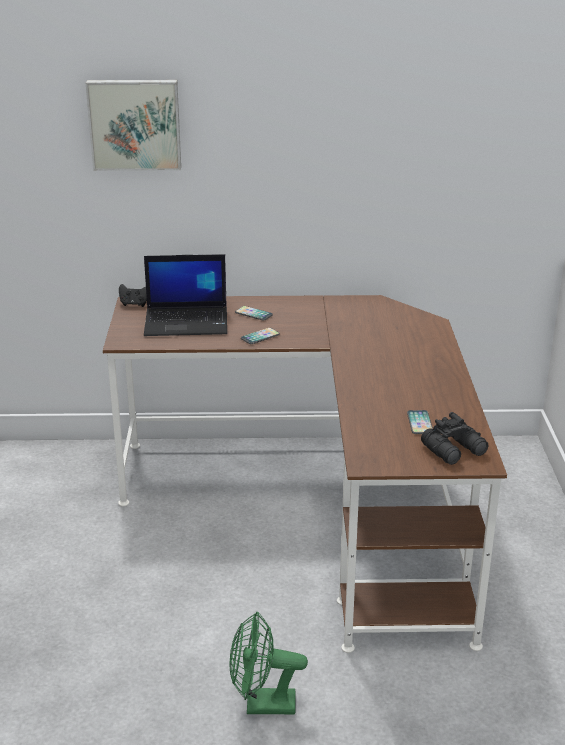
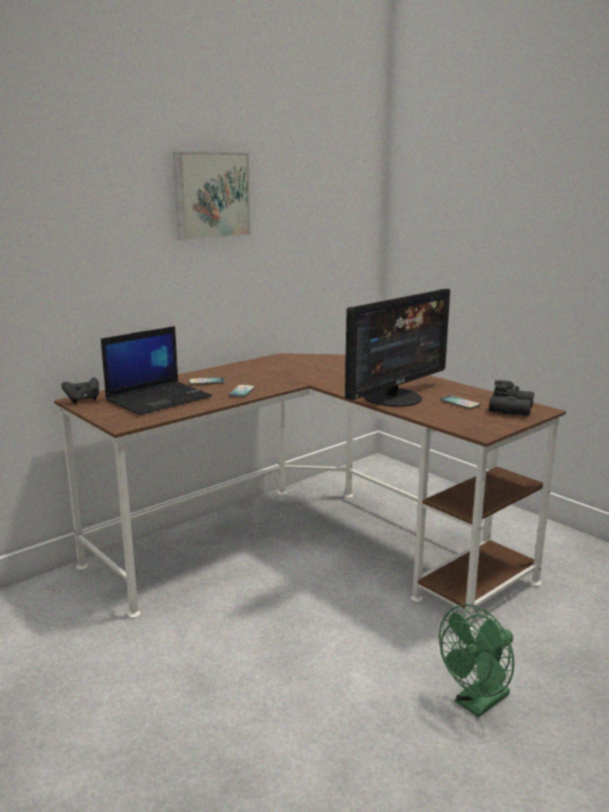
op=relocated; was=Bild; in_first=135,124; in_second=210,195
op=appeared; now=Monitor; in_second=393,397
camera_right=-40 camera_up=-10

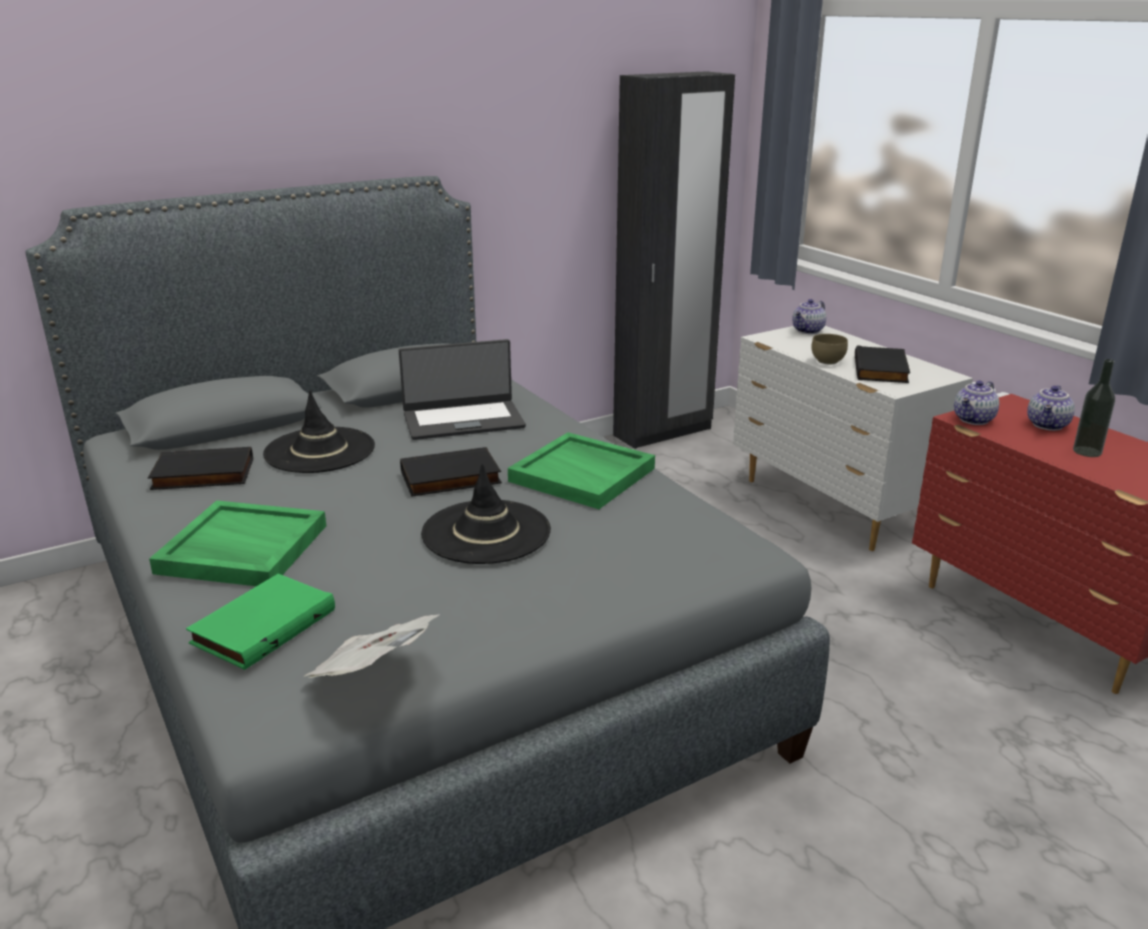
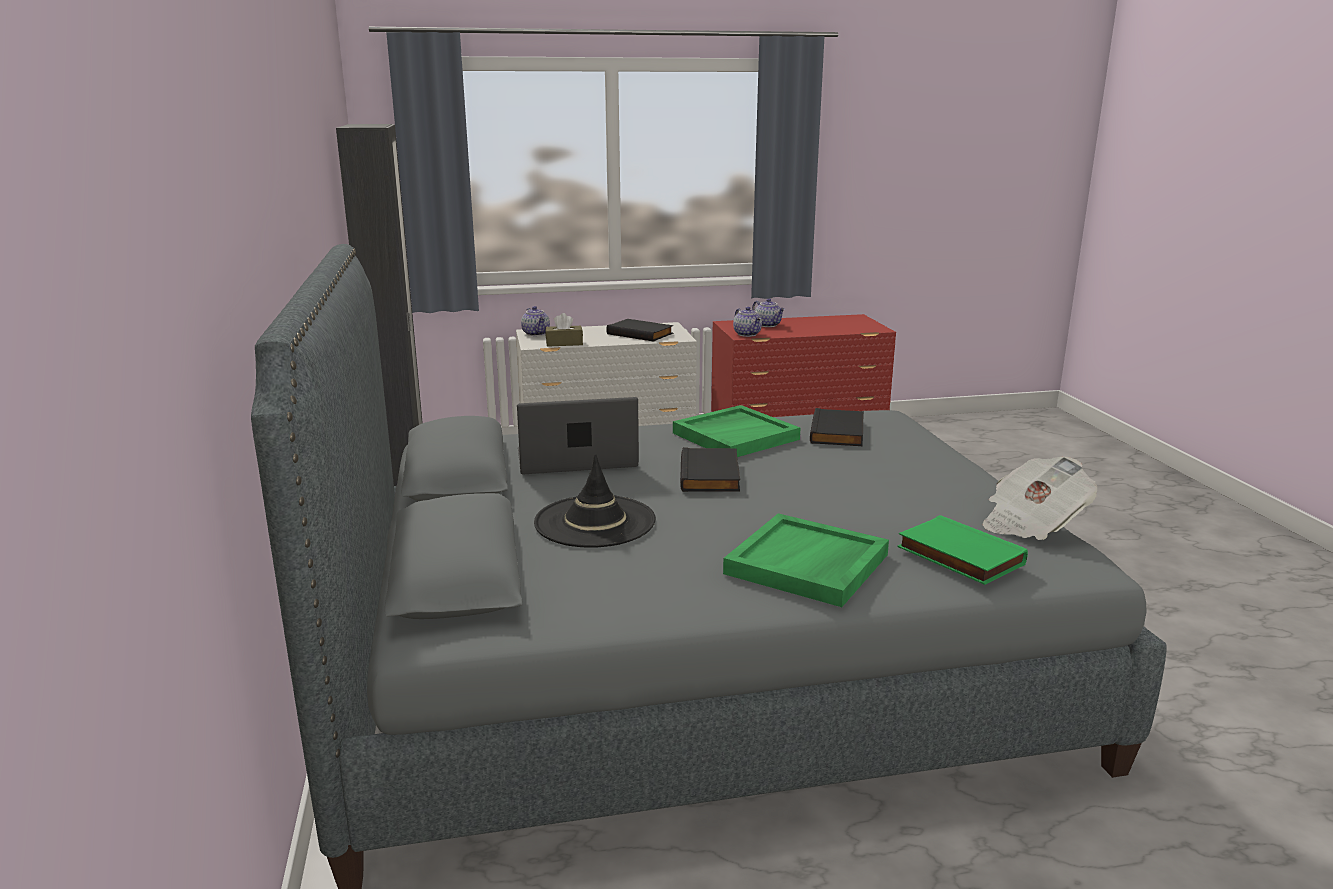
op=relocated; was=Buch [schwarz]; in_first=202,475; in_second=839,432
op=spun; was=Laptop; in_first=463,420; in_second=577,460; clockwise=-105
op=missing; was=Hut [schwarz]; in_first=486,532
op=missing; was=Schüssel [braun]; in_first=829,361
op=missing; was=Flasche; in_first=1087,451
op=appeared; now=Taschentuchbox [braun]; in_second=564,343
camera_right=-70 camera_up=-5

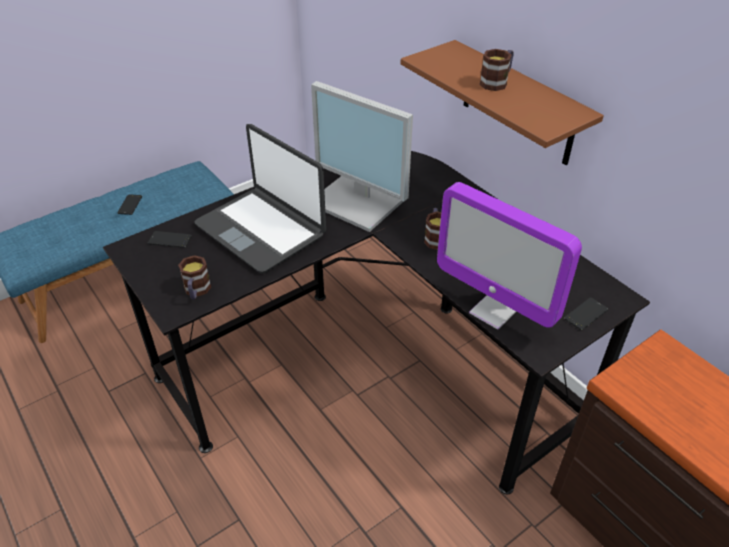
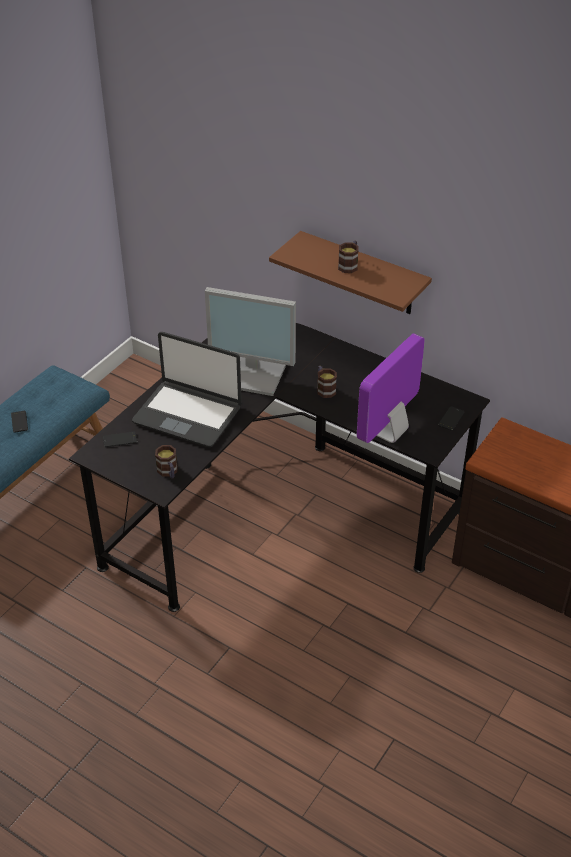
op=spun; was=Monitor; in_first=494,311; in_second=389,432; clockwise=105
camera_right=-20 camera_up=0

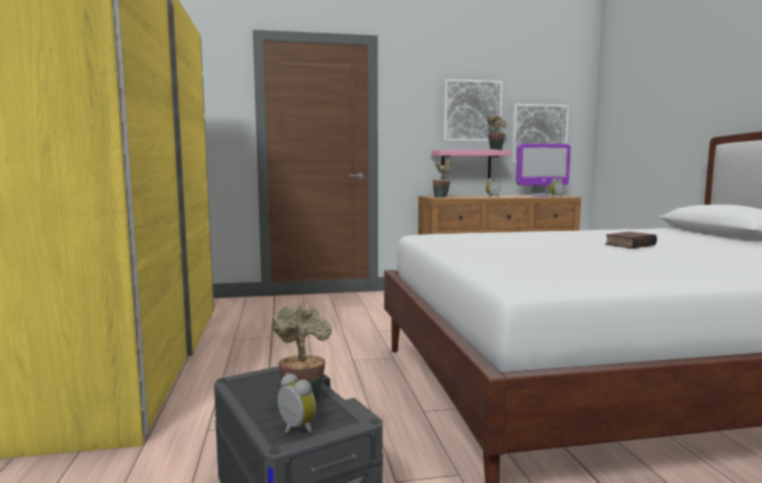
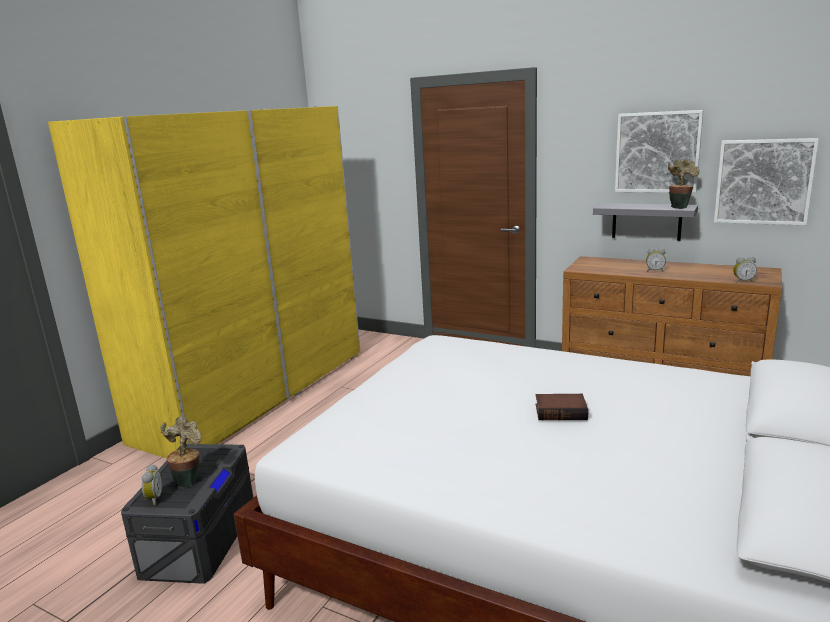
op=colour; was=Wandregal [rosa]; now=Wandregal [grau]; in_first=466,165; in_second=646,221
op=missing; was=Topfpflanze; in_first=442,197
op=missing; was=Monitor; in_first=541,196
camera_right=40 camera_up=10

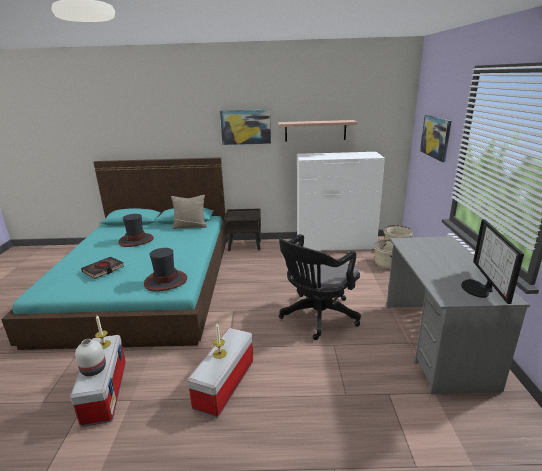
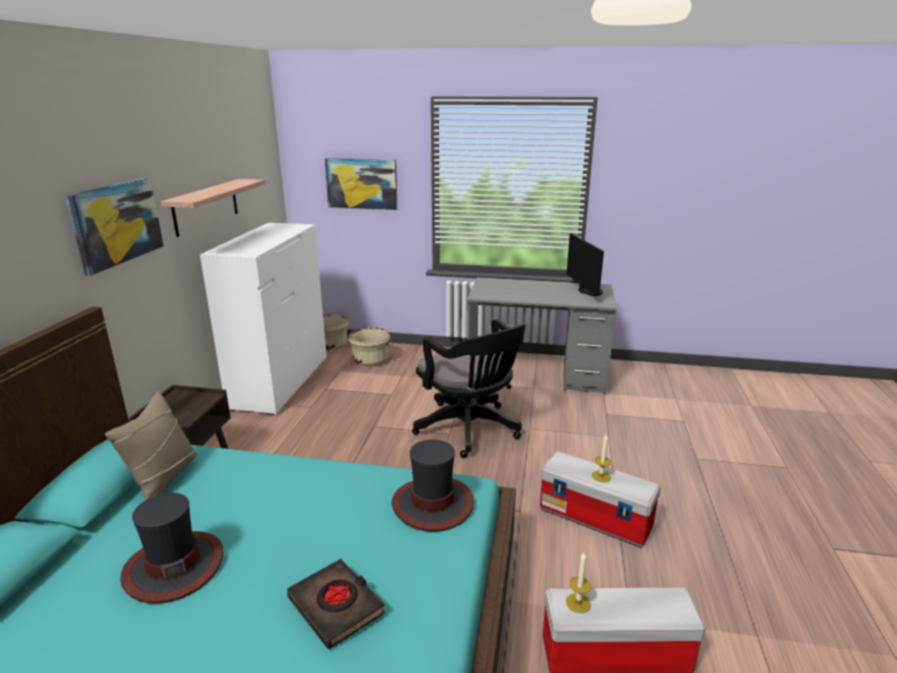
op=missing; was=Vase [weiß]; in_first=93,370
op=spun; was=Monitor; in_first=479,289; in_second=587,291; clockwise=-120
camera_right=-80 camera_up=0

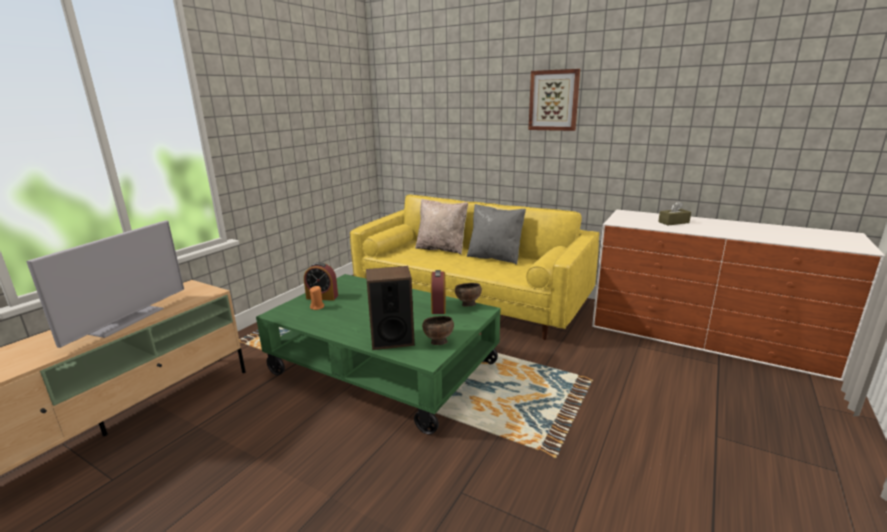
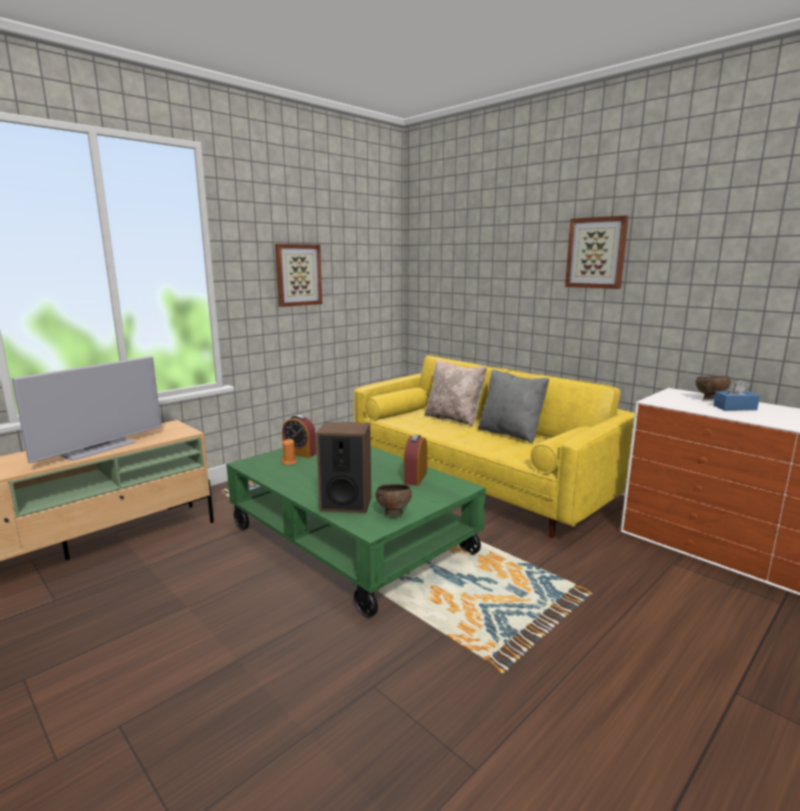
op=relocated; was=Schüssel [braun]; in_first=467,305; in_second=709,400
op=colour; was=Taschentuchbox [braun]; now=Taschentuchbox [blau]; in_first=673,222; in_second=734,407
op=appeared; now=Bild; in_second=298,275
camera_right=15 camera_up=-5

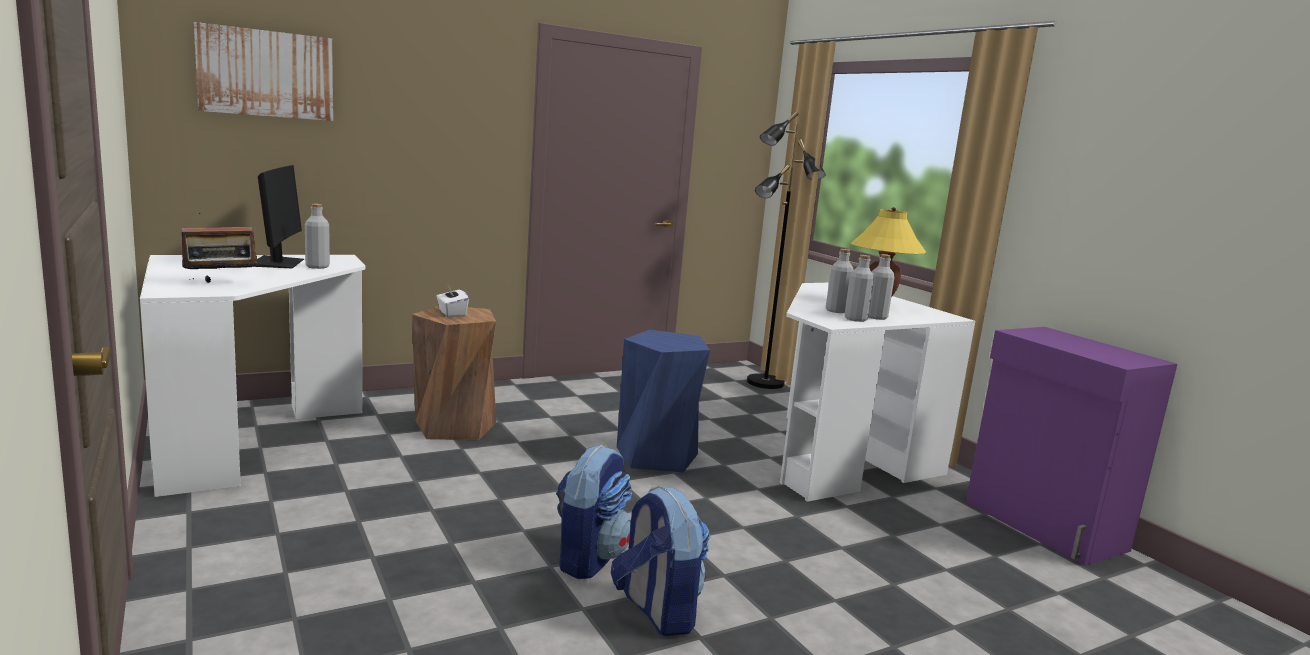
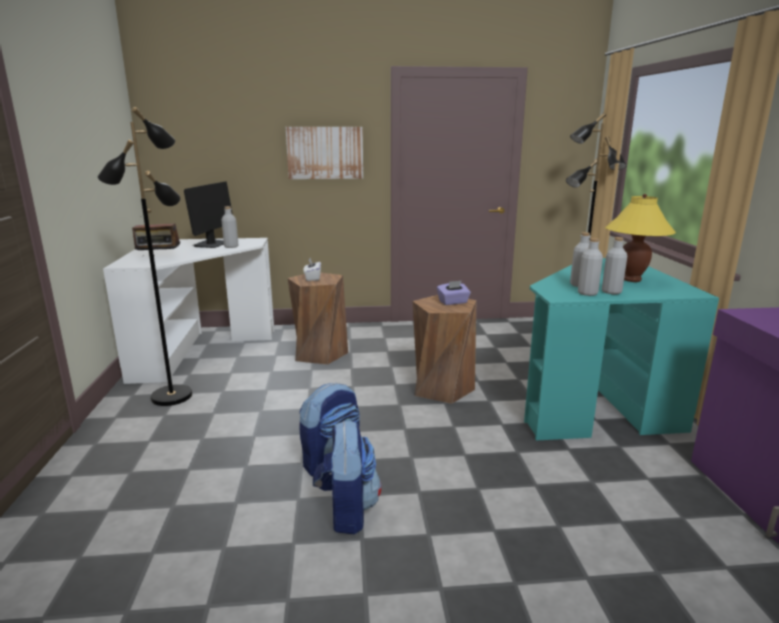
op=relocated; was=Bild; in_first=266,73; in_second=325,153
op=colour; was=Hocker [blau]; now=Hocker [braun]; in_first=657,456; in_second=442,388
op=colour; was=Schreibtisch [weiß]; now=Schreibtisch [türkis]; in_first=837,454; in_second=595,402
op=appeared; now=Stehlampe [schwarz]; in_second=172,396
op=appeared; now=Taschentuchbox [lila]; in_second=453,302
camera_right=25 camera_up=5

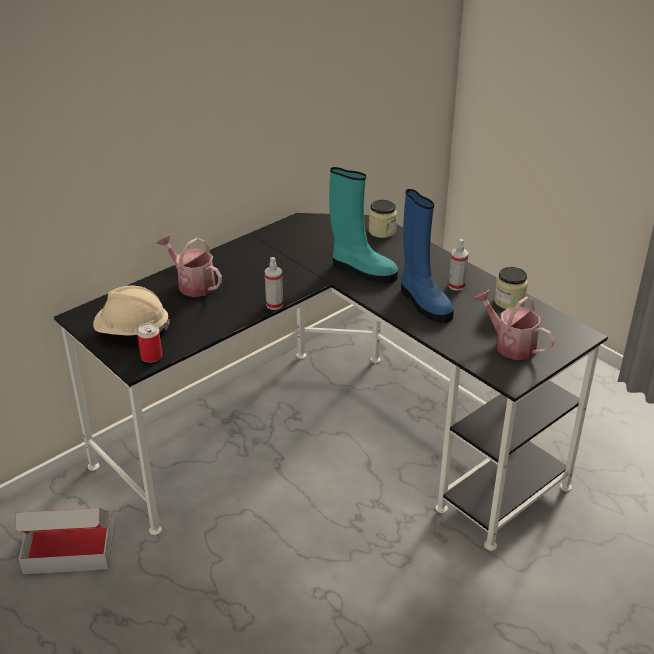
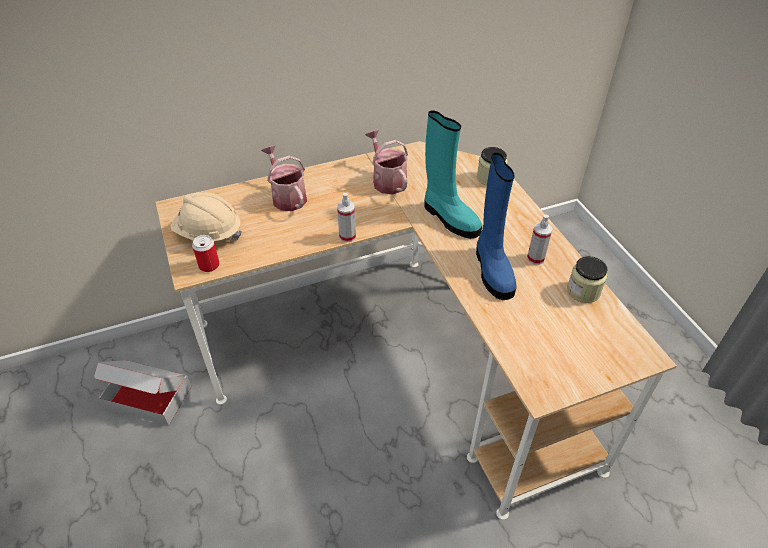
op=colour; was=Schreibtisch [schwarz]; now=Schreibtisch [beige]; in_first=330,439; in_second=403,354
op=relocated; was=Gießkanne; in_first=510,345; in_second=387,180
camera_right=20 camera_up=10

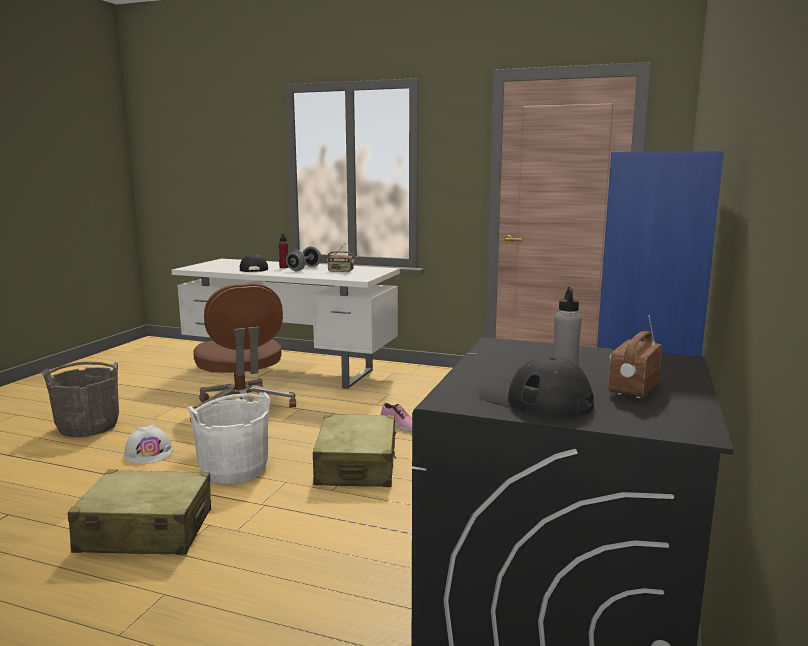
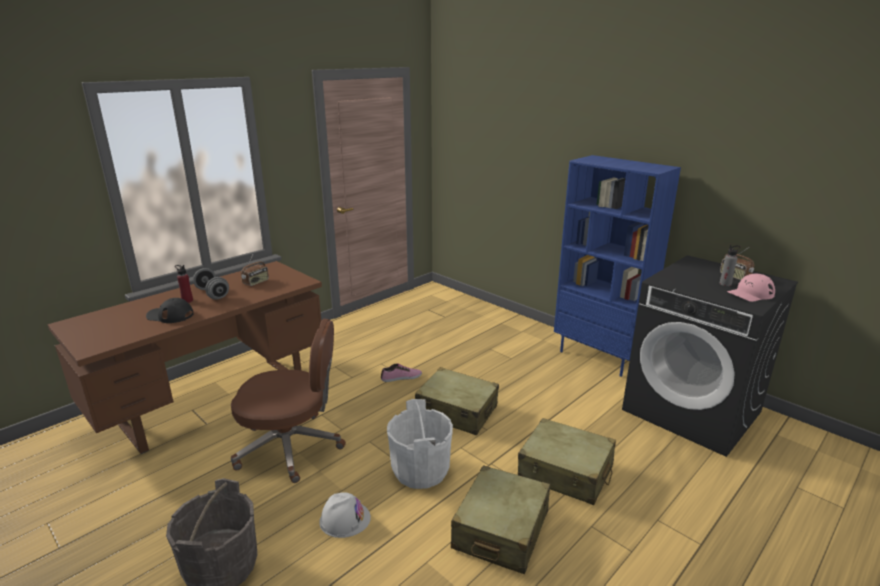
op=colour; was=Schreibtisch [weiß]; now=Schreibtisch [braun]; in_first=291,371; in_second=215,400
op=colour; was=Kappe [schwarz]; now=Kappe [rosa]; in_first=534,400; in_second=750,294
op=appeared; now=Koffer [beige]; in_second=565,472
camera_right=-65 camera_up=10

